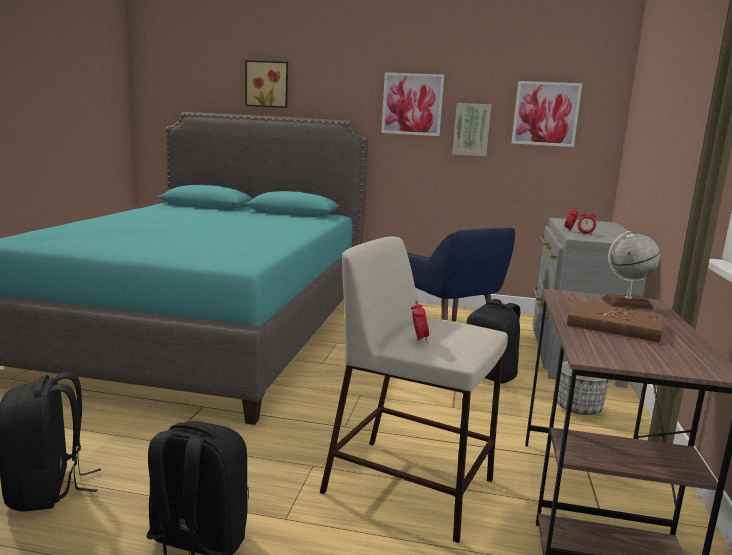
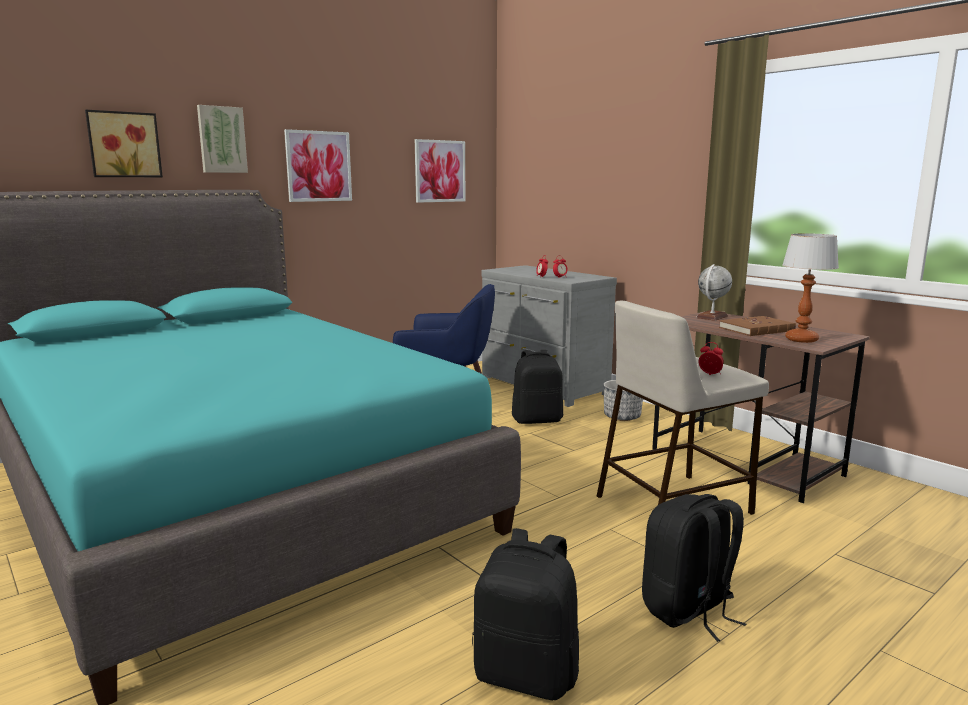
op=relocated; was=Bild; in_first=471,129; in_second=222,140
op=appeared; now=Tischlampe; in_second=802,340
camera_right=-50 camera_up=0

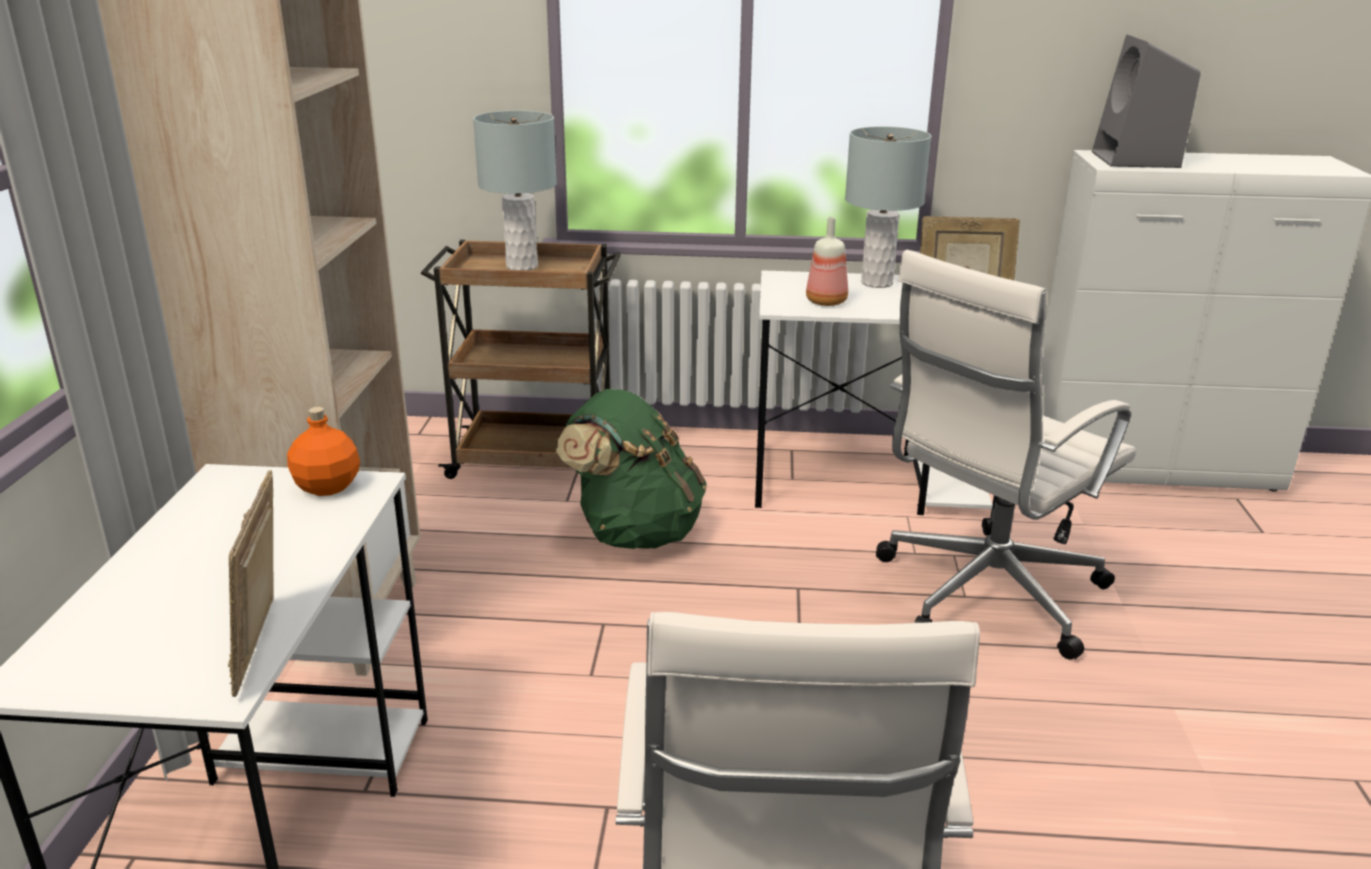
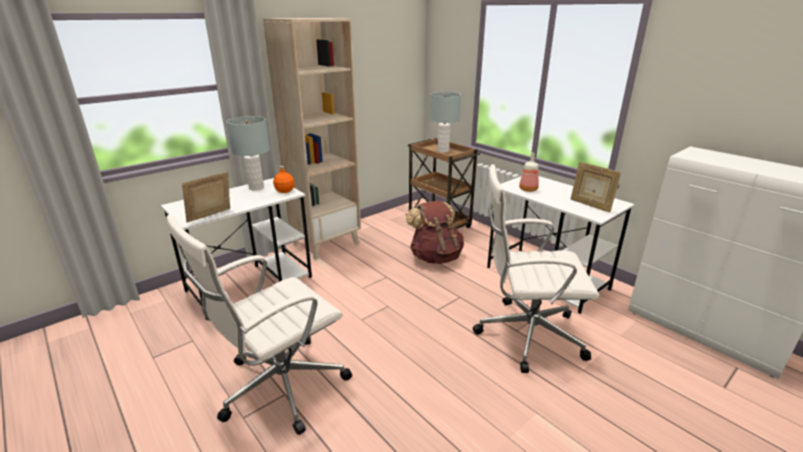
op=colour; was=Rucksack [grün]; now=Rucksack [braun]; in_first=634,532; in_second=435,257
op=relocated; was=Tischlampe [grau]; in_first=876,283; in_second=256,187
op=missing; was=Lautsprecher [grau]; in_first=1136,160
camera_right=45 camera_up=0

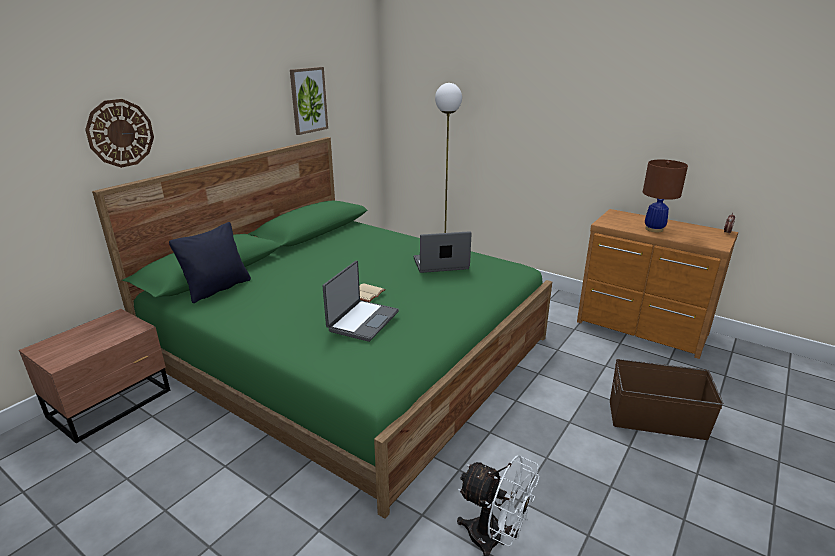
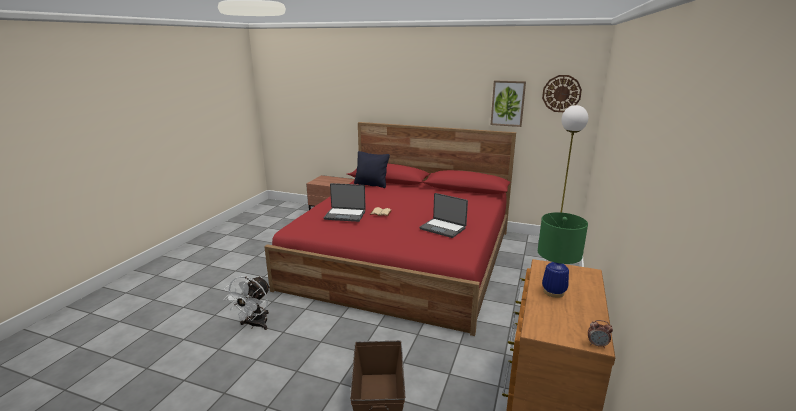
op=relocated; was=Wanduhr; in_first=120,133; in_second=561,93
op=colour; was=Bett [grün]; now=Bett [rot]; in_first=352,352; in_second=404,258
op=spun; was=Laptop; in_first=441,264; in_second=443,228; clockwise=150
op=colour; was=Tischlampe [braun]; now=Tischlampe [grün]; in_first=654,229; in_second=553,292
camera_right=75 camera_up=-5

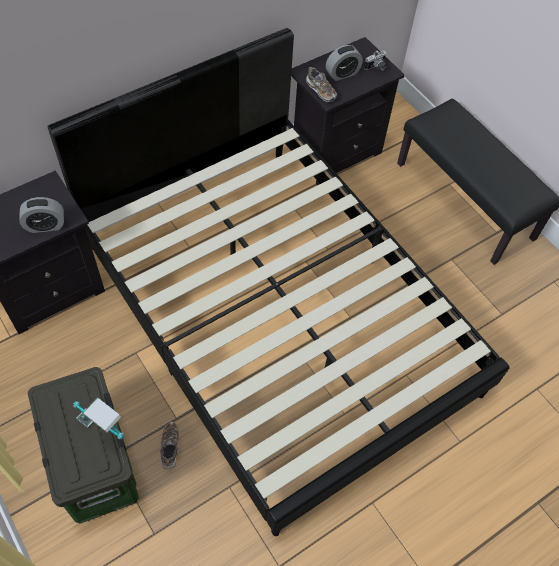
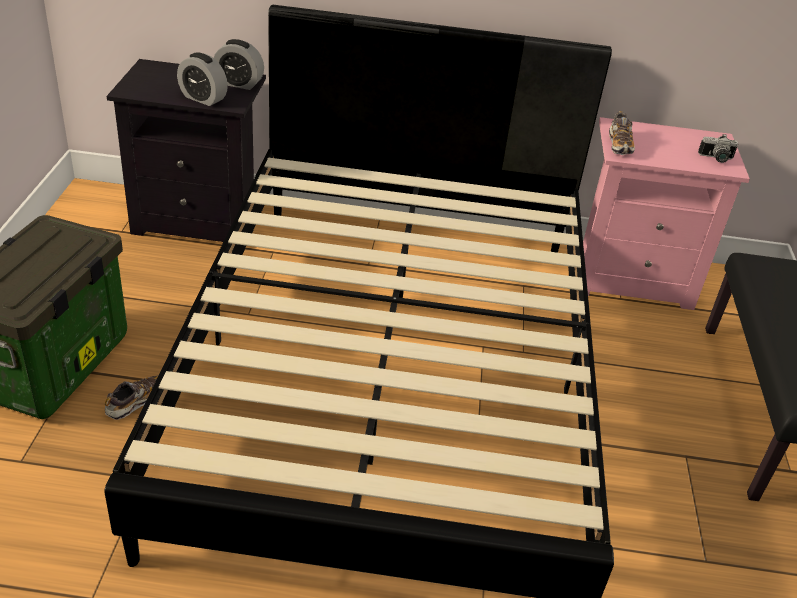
op=missing; was=Tischlampe; in_first=104,432
op=colour; was=Nachttisch [schwarz]; now=Nachttisch [rosa]; in_first=334,151; in_second=632,278
op=relocated; was=Wecker; in_first=342,74; in_second=238,83
camera_right=40 camera_up=-20

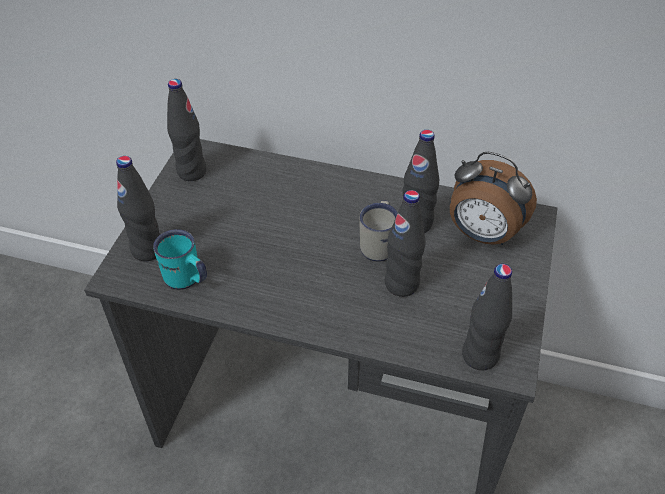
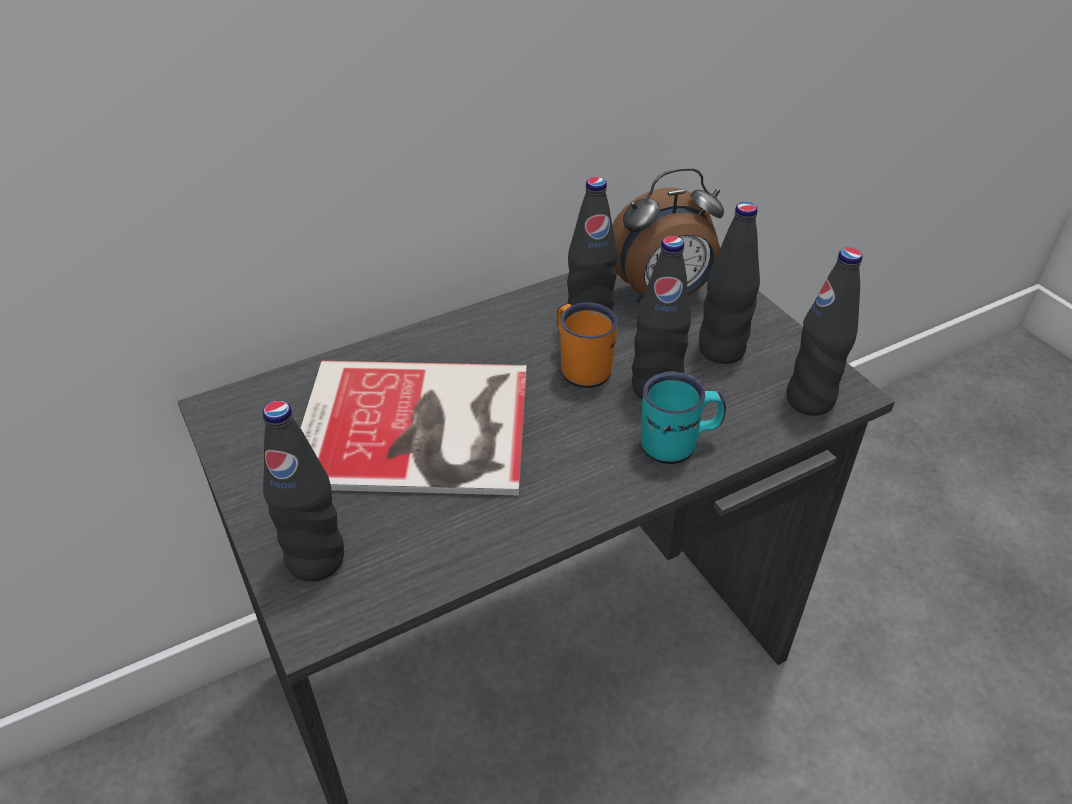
op=relocated; was=Henkelbecher [türkis]; in_first=186,280; in_second=678,445
op=relocated; was=Flasche [schwarz]; in_first=191,172; in_second=721,350
op=colour; was=Henkelbecher [weiß]; now=Henkelbecher [orange]; in_first=379,244; in_second=581,366
op=appeared; now=Buch; in_second=420,430
camera_right=-45 camera_up=-5

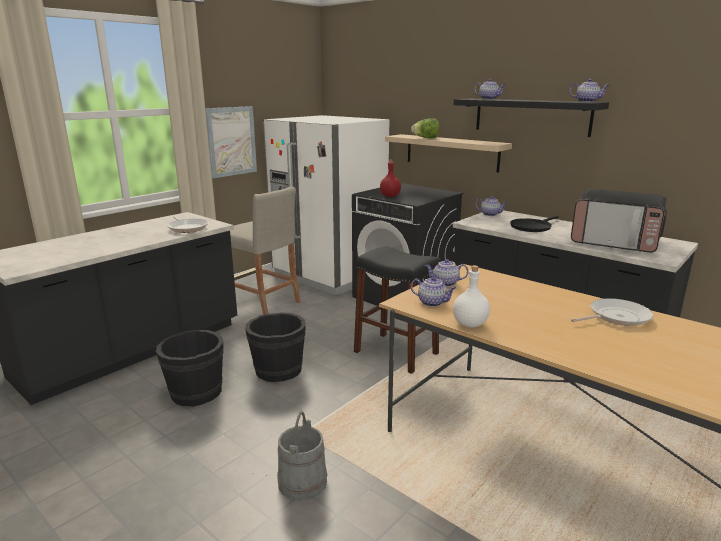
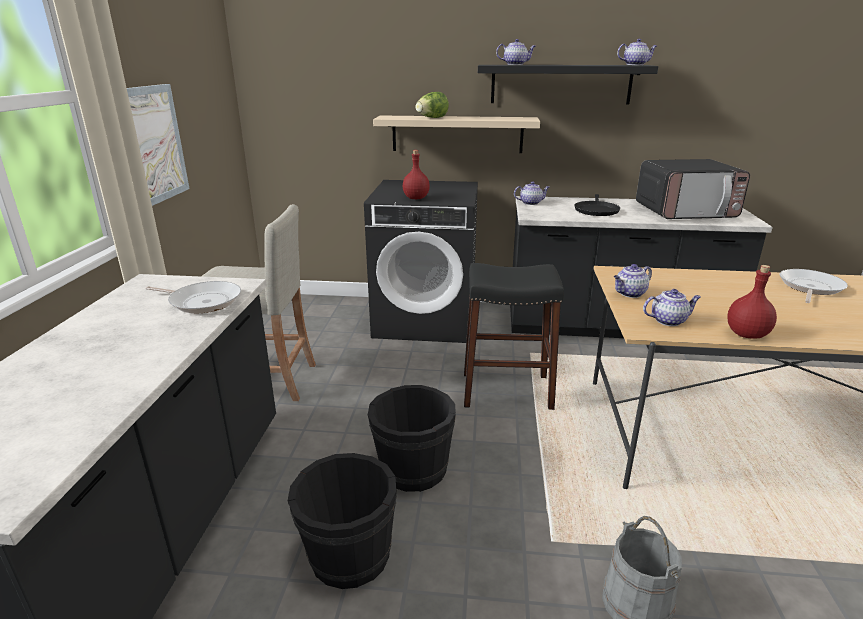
op=missing; was=Kühlschrank [weiß]; in_first=329,275
op=colour; was=Flasche [weiß]; now=Flasche [rot]; in_first=470,324; in_second=747,335
camera_right=-35 camera_up=5

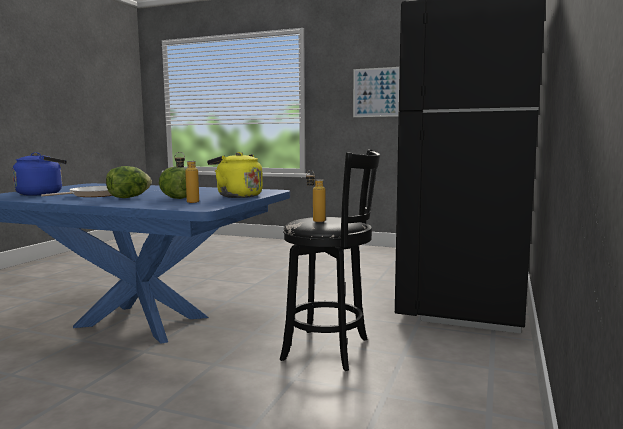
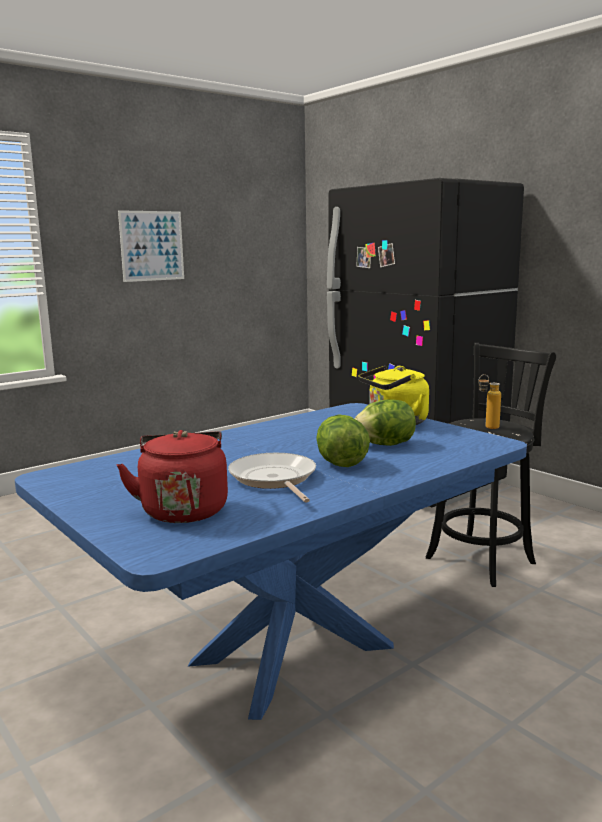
op=colour; was=Wasserkessel [blau]; now=Wasserkessel [rot]; in_first=43,193; in_second=183,509
op=missing; was=Flasche; in_first=187,202
camera_right=-60 camera_up=5

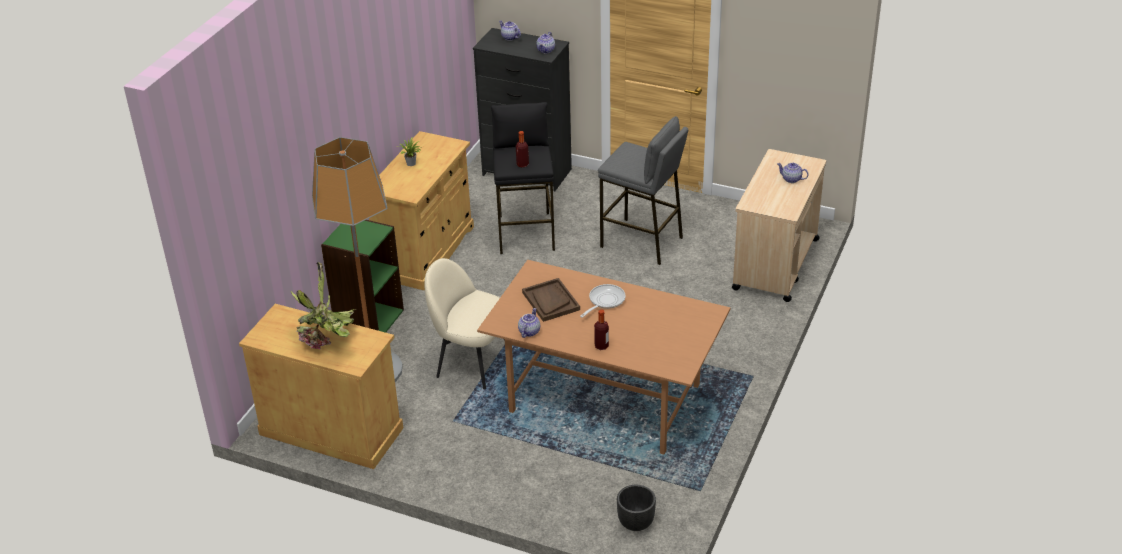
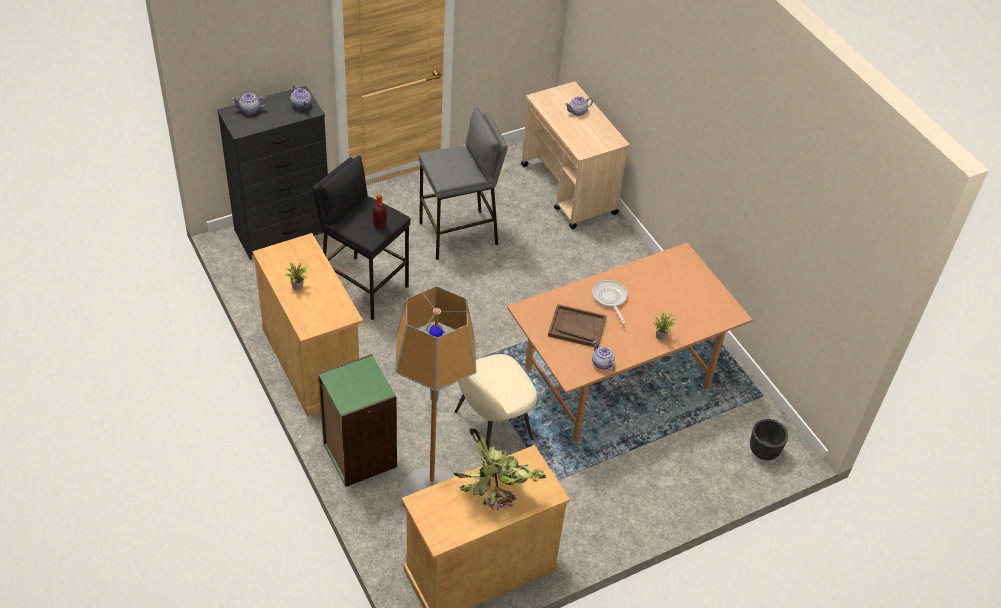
op=exchanged; was=Flasche; now=Topfpflanze; in_first=601,346; in_second=662,335
camera_right=-55 camera_up=10

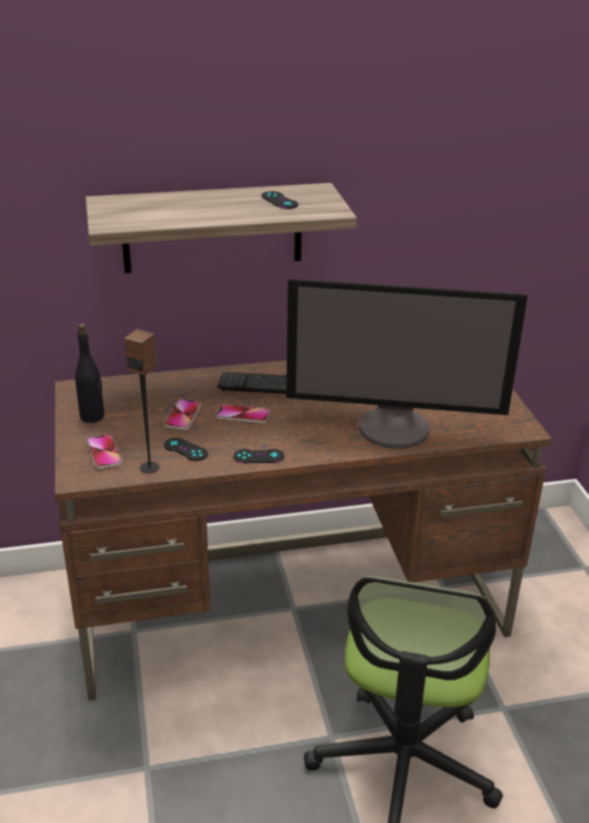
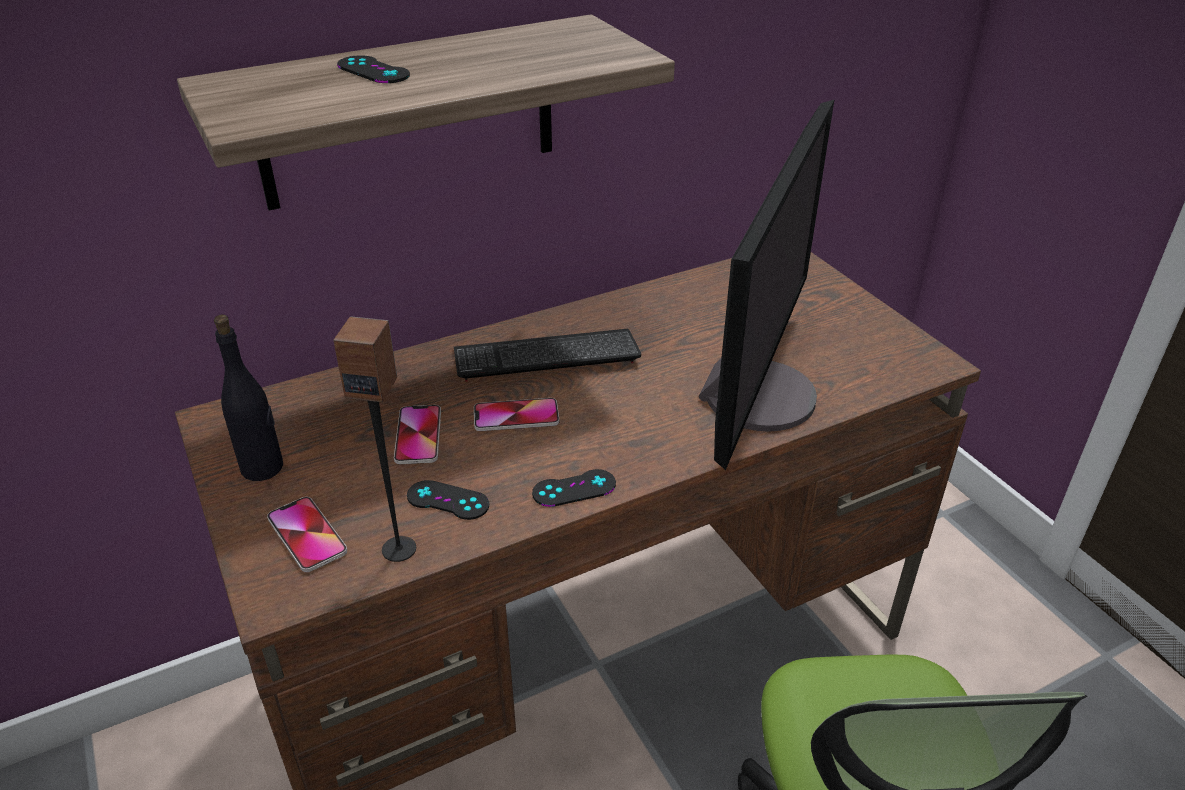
op=relocated; was=Gamepad [schwarz]; in_first=279,200; in_second=373,70
op=spun; was=Monitor; in_first=395,427; in_second=757,394; clockwise=-60
camera_right=-15 camera_up=5

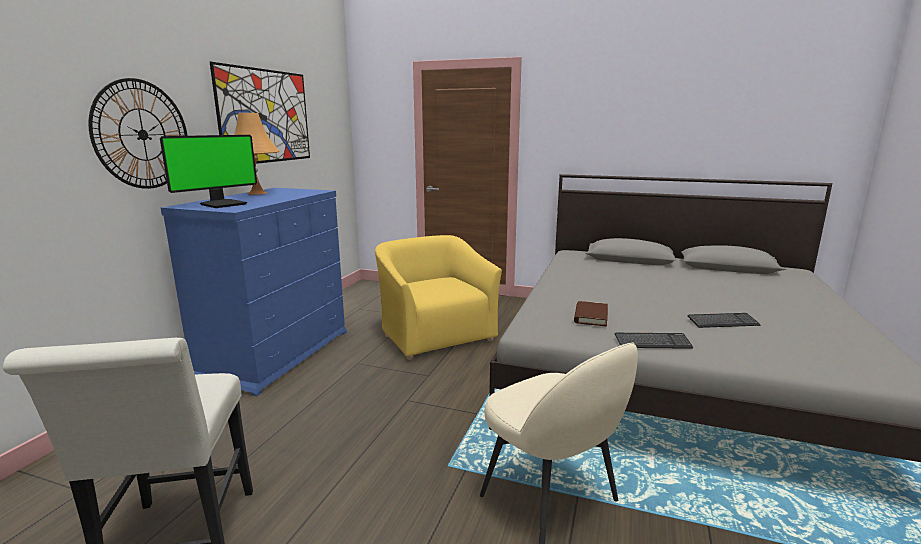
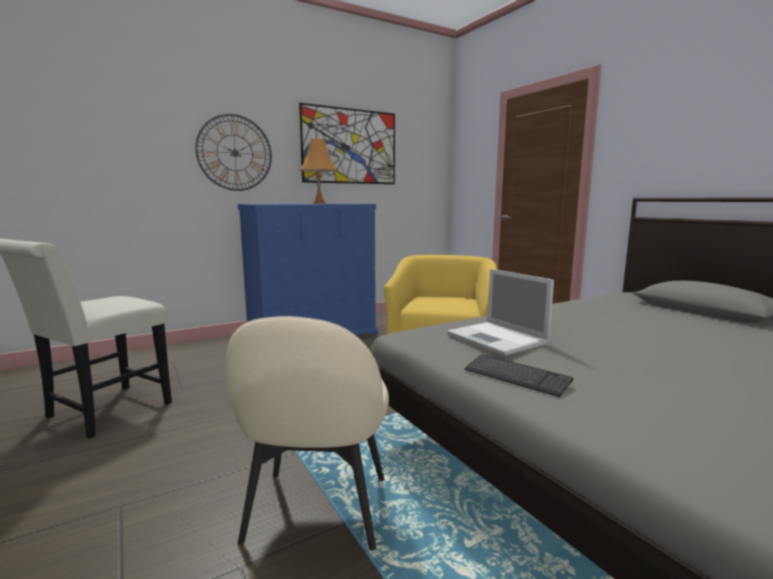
op=missing; was=Monitor; in_first=223,204
op=exchanged; was=Buch [braun]; now=Laptop; in_first=590,316; in_second=498,339
op=missing; was=Tastatur; in_first=722,322
camera_right=40 camera_up=-5

